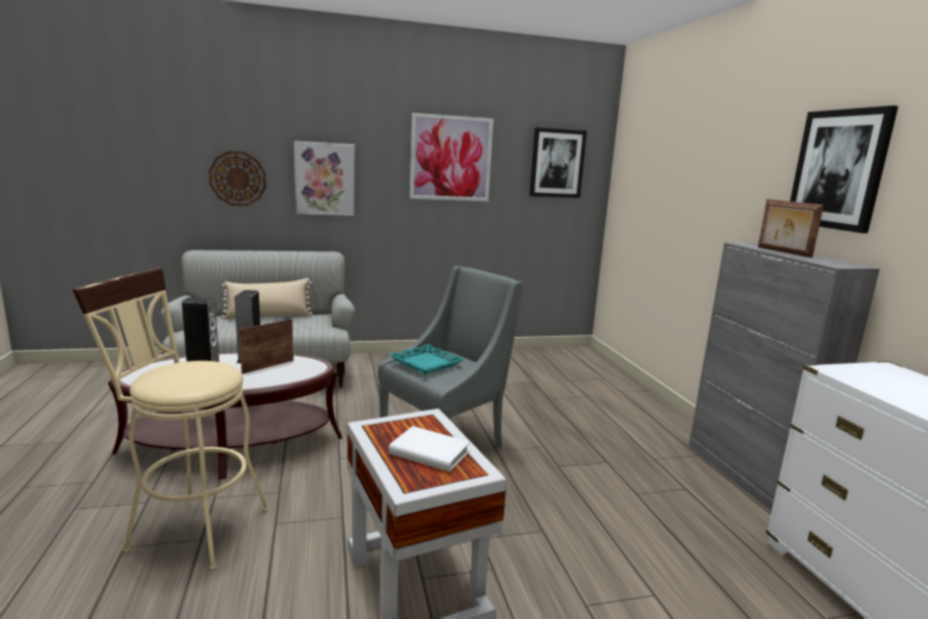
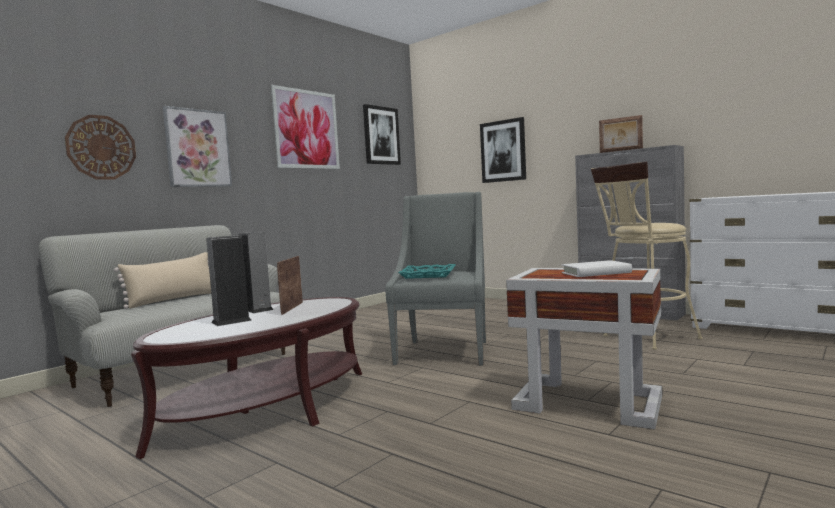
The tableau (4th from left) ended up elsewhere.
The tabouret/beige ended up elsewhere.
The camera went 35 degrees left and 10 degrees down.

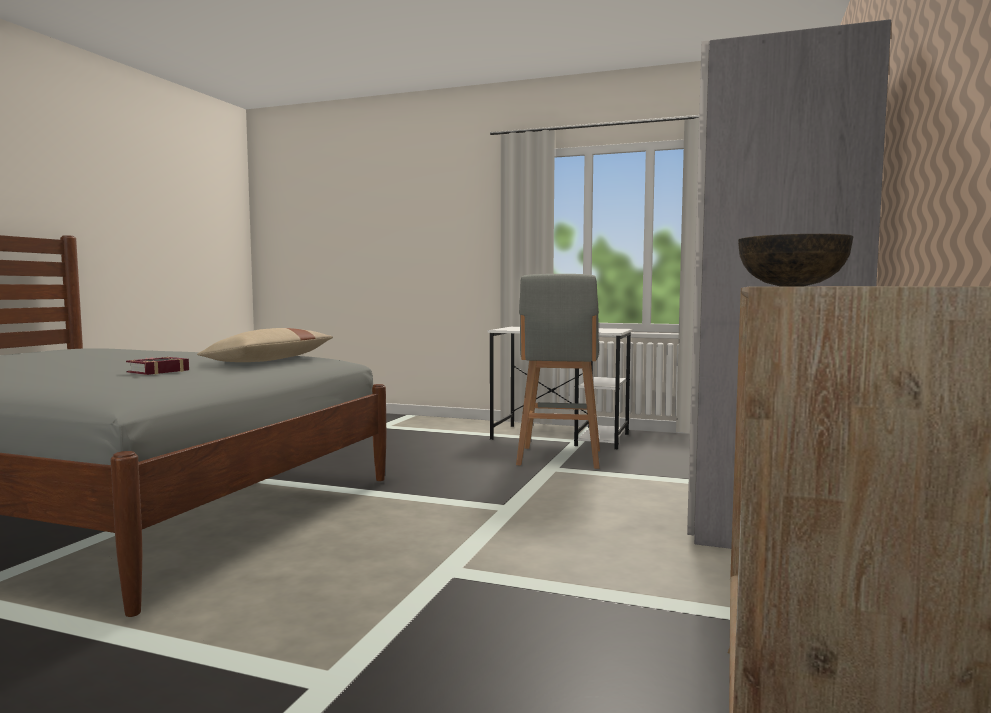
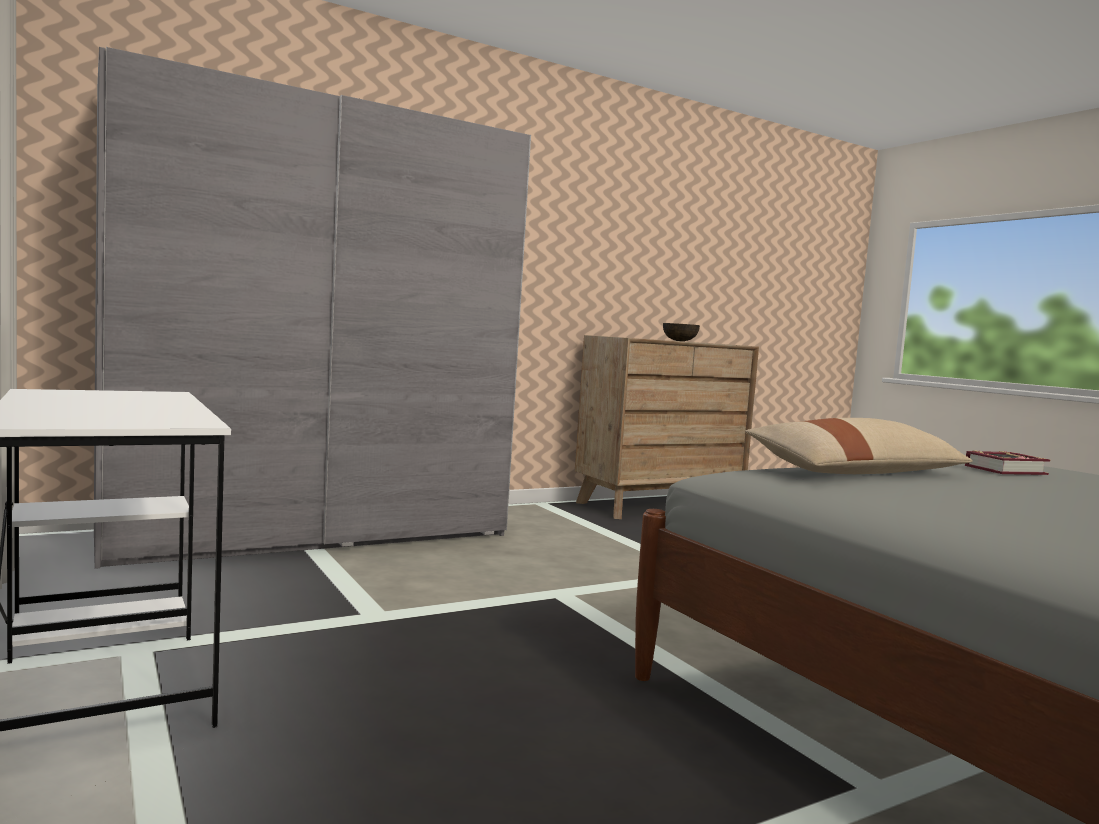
The second view lost the tabouret/gris.
The camera went 140 degrees left and 0 degrees up.

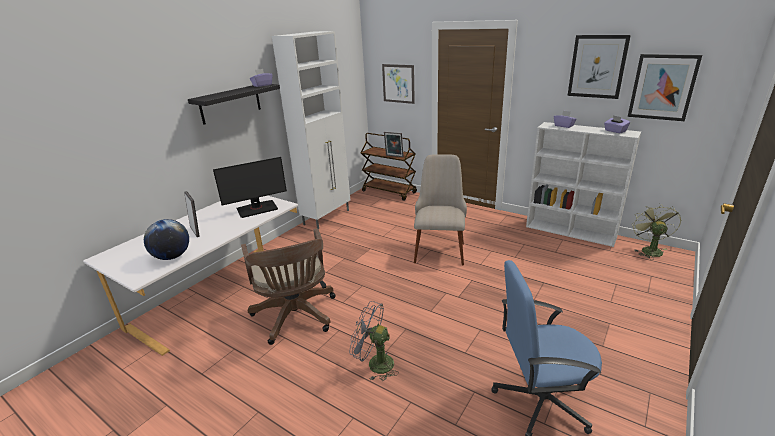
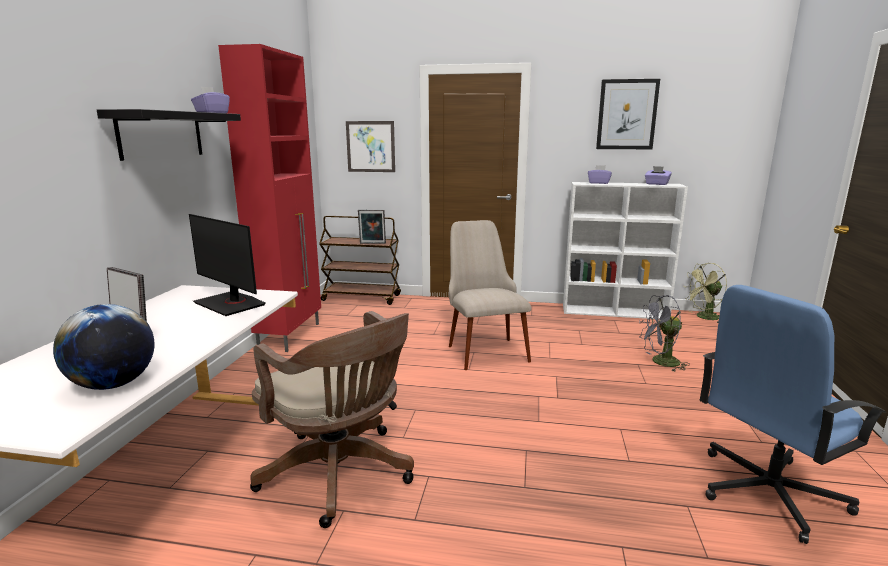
What was the meuble de rangement/blanc turned into the meuble de rangement/rouge.
The second view lost the tableau (3rd from left).
The écran d'ordinateur ended up facing another way, 90 degrees clockwise from before.
The ventilateur/vert ended up facing another way, 90 degrees counterclockwise from before.
The ventilateur/gris ended up elsewhere.
The camera went 25 degrees left and 10 degrees down.

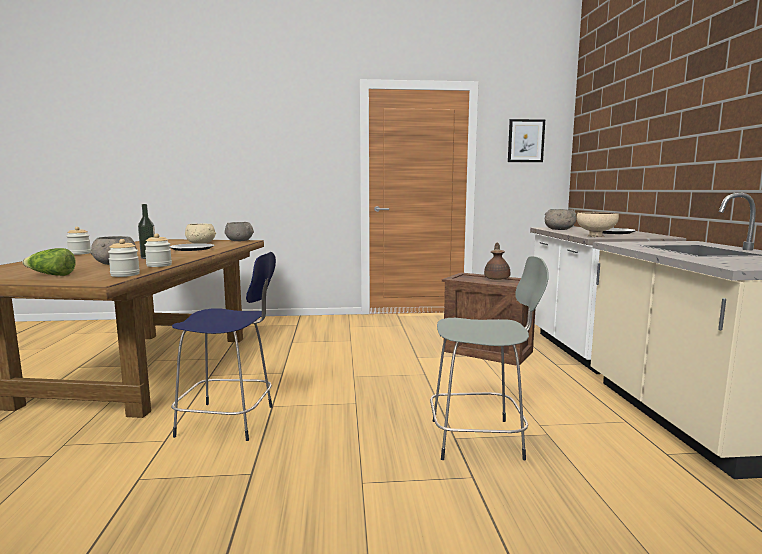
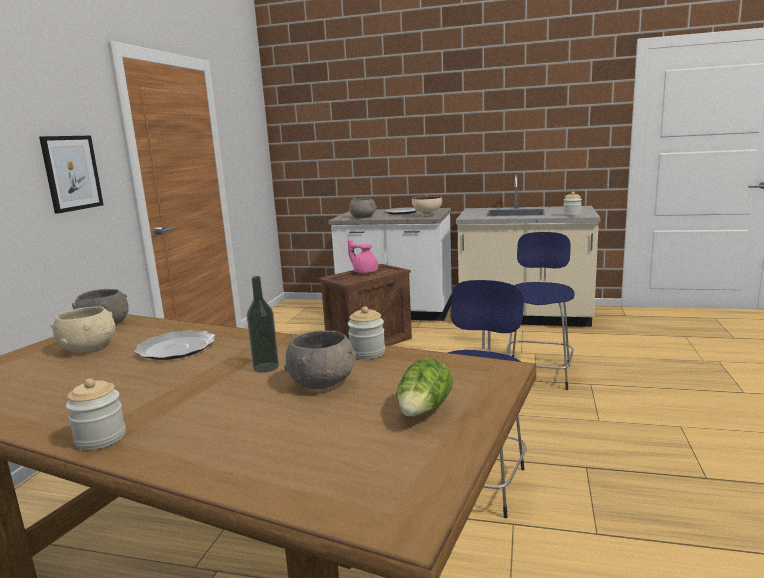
The tableau ended up elsewhere.
The bocal (2nd from left in the first image) ended up elsewhere.
What was the théière/marron turned into the théière/rose.
What was the tabouret/gris turned into the tabouret/bleu (2nd from left).
The camera went 70 degrees left and 5 degrees up.

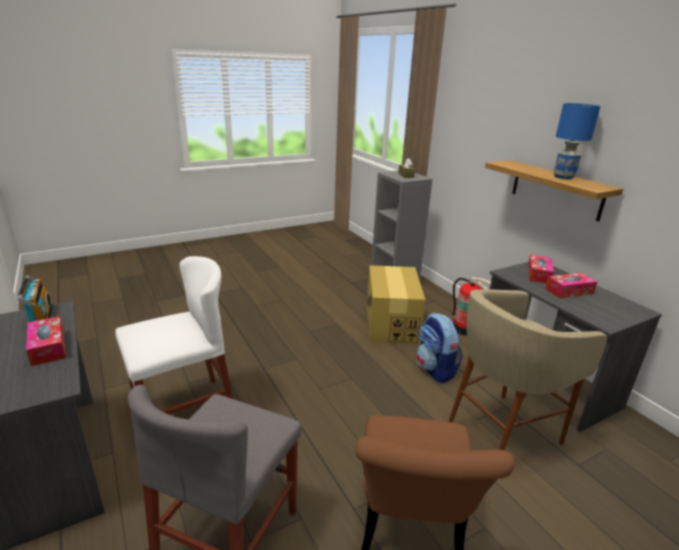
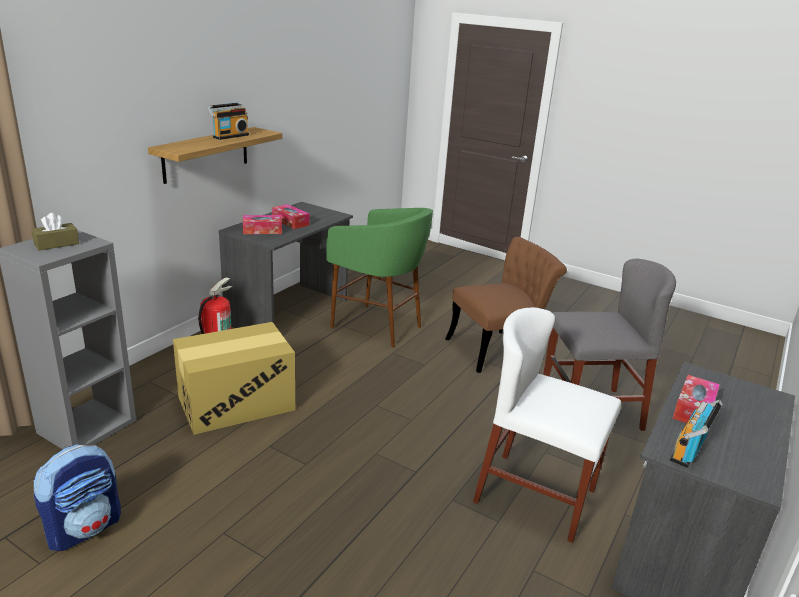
Where the lampe de table/bleu stood, the radio (1st from left) came to stand.
What was the tabouret/beige turned into the tabouret/vert.
The sac à dos ended up elsewhere.
The camera went 120 degrees left and 0 degrees up.

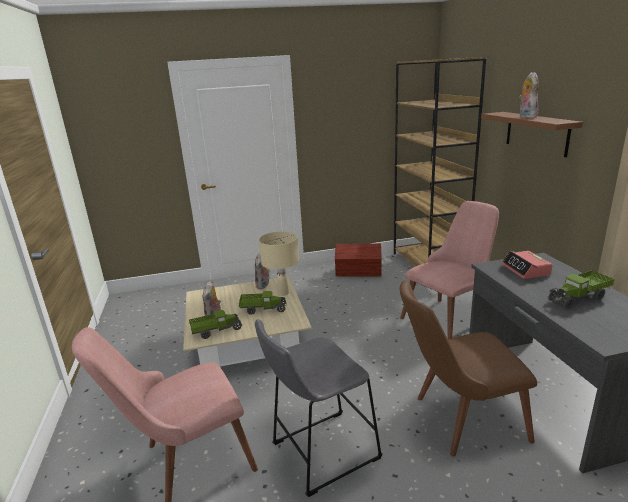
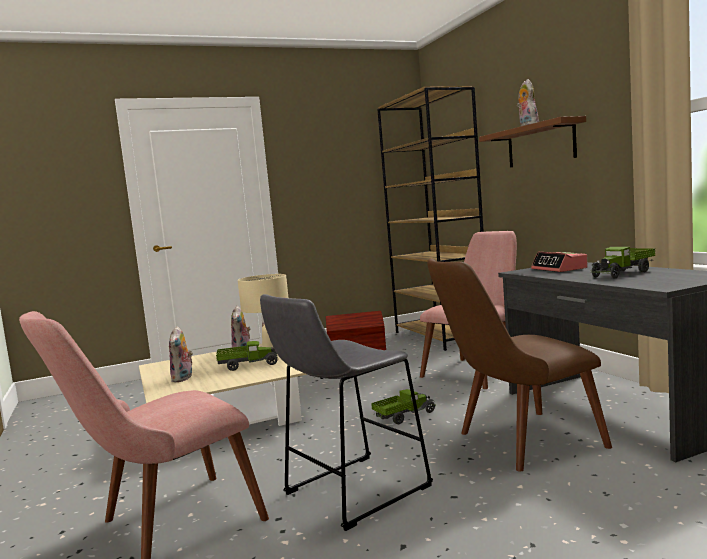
The camion jouet (1st from left in the first image) ended up elsewhere.
The camera went 10 degrees left and 15 degrees down.

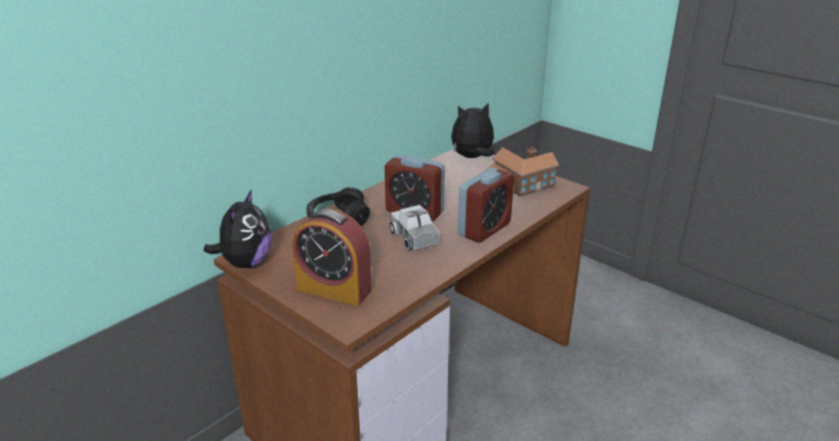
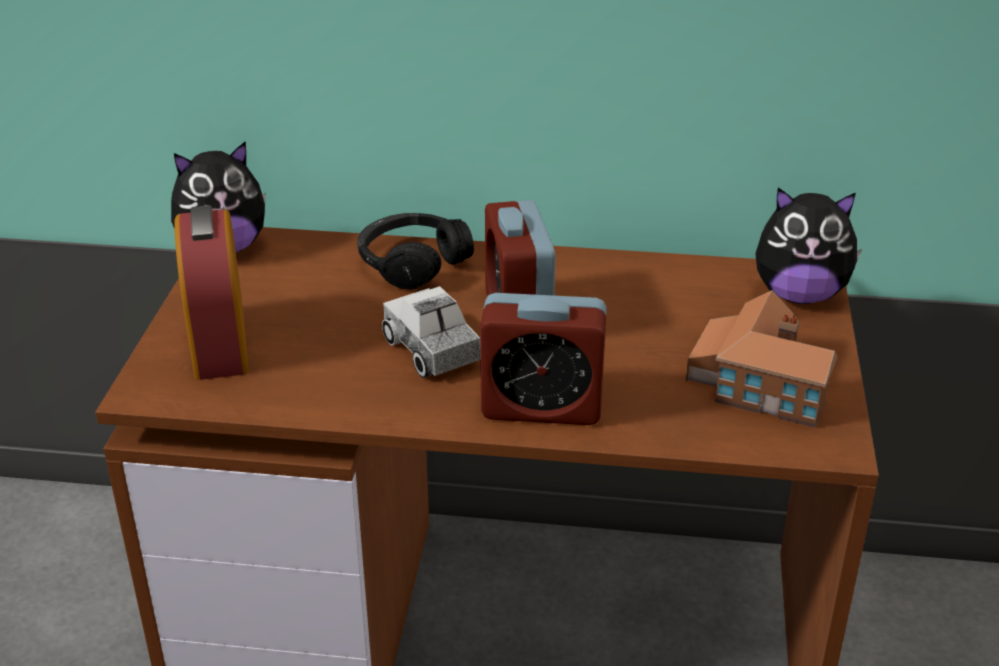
The peluche (2nd from left) ended up facing another way, 150 degrees clockwise from before.
The camion jouet ended up facing another way, 60 degrees counterclockwise from before.
The camera went 55 degrees right and 5 degrees up.

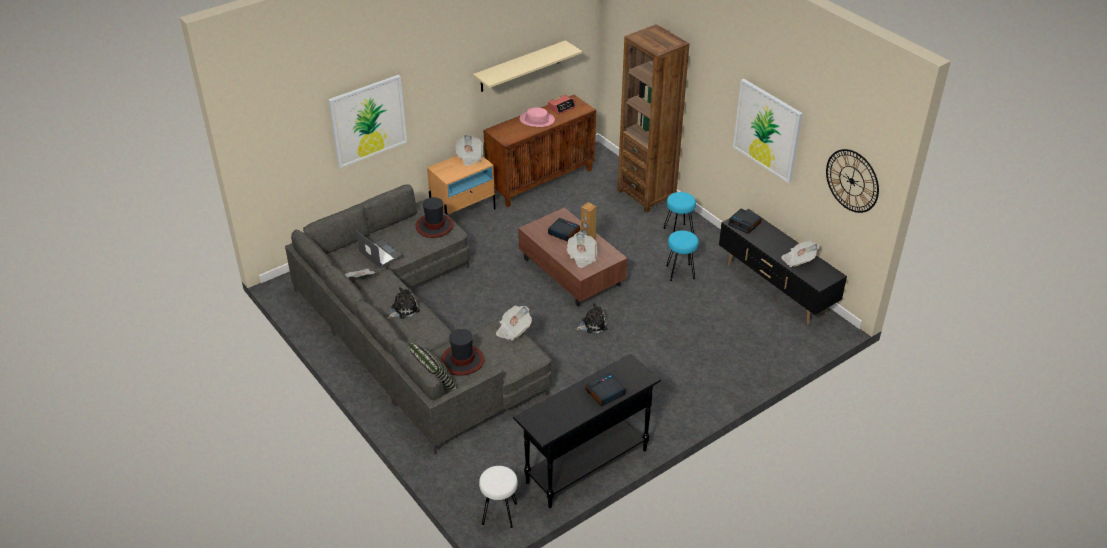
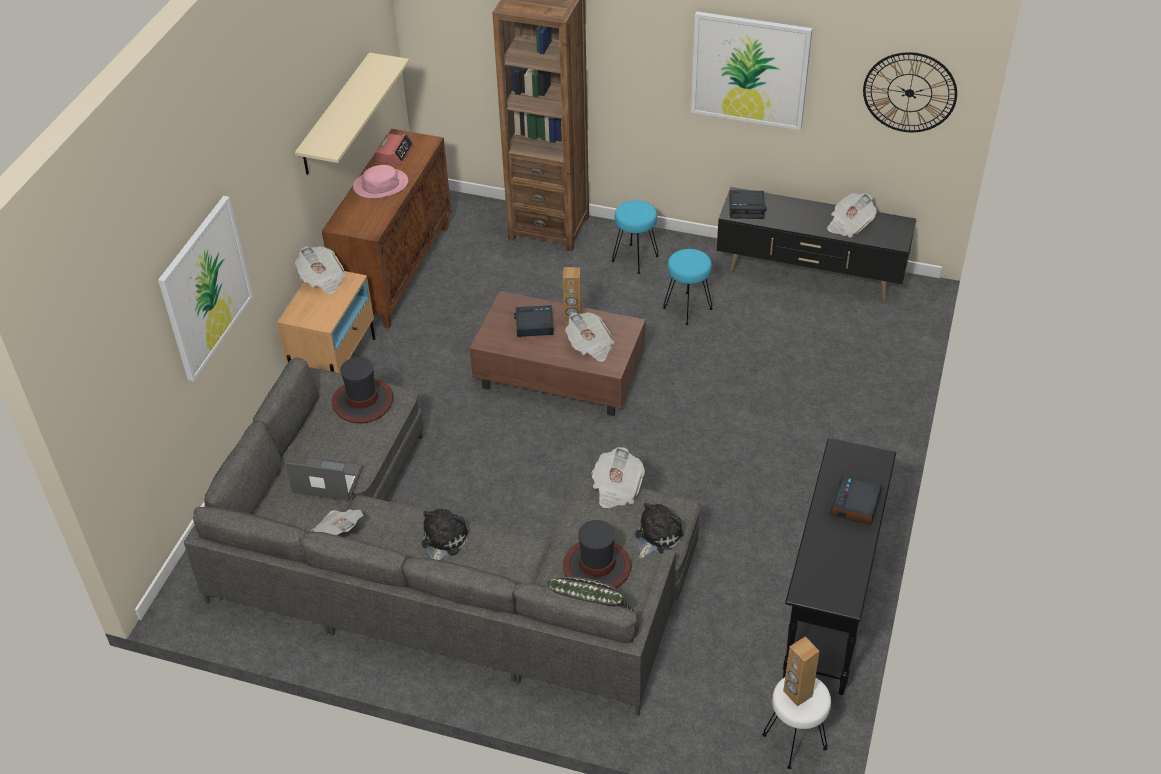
The peluche (2nd from left) ended up elsewhere.
The second view gained the enceinte/marron (2nd from left).
The camera went 35 degrees left and 5 degrees up.

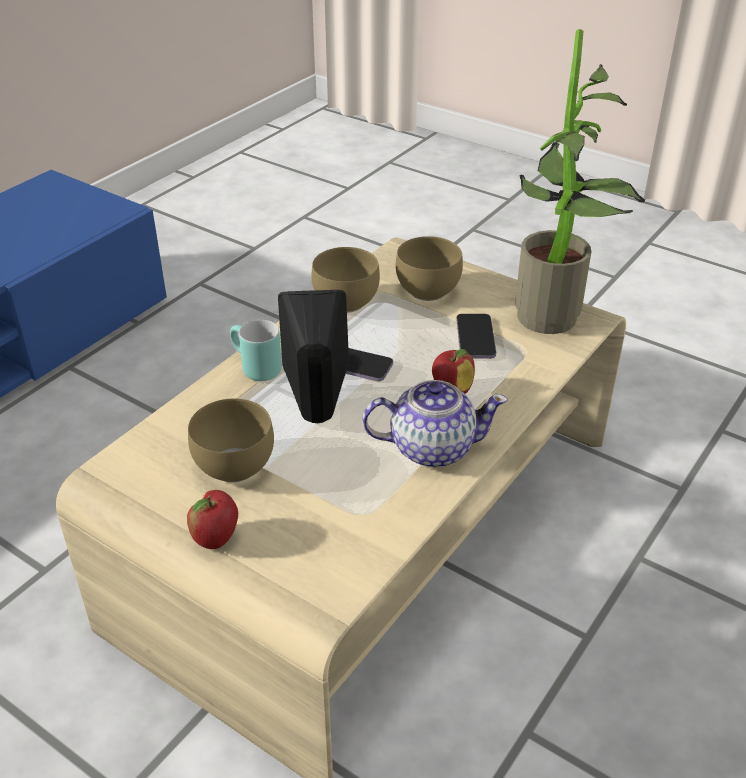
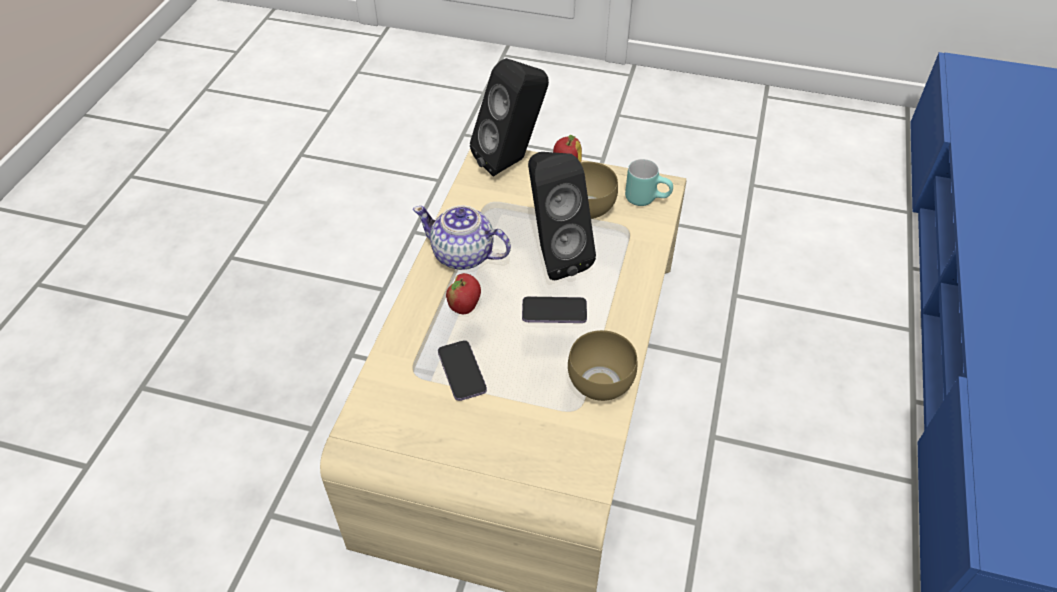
The second view lost the plante en pot.
The second view lost the bol/marron (3rd from left).
The mug/turquoise ended up elsewhere.
The théière ended up facing another way, 45 degrees clockwise from before.
The second view gained the enceinte/noir (1st from left).
The camera went 160 degrees right and 10 degrees up.

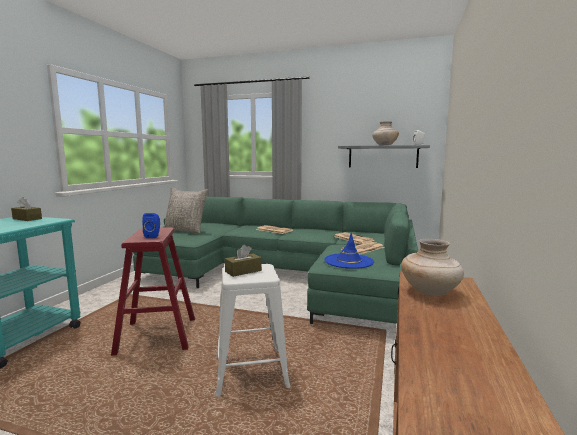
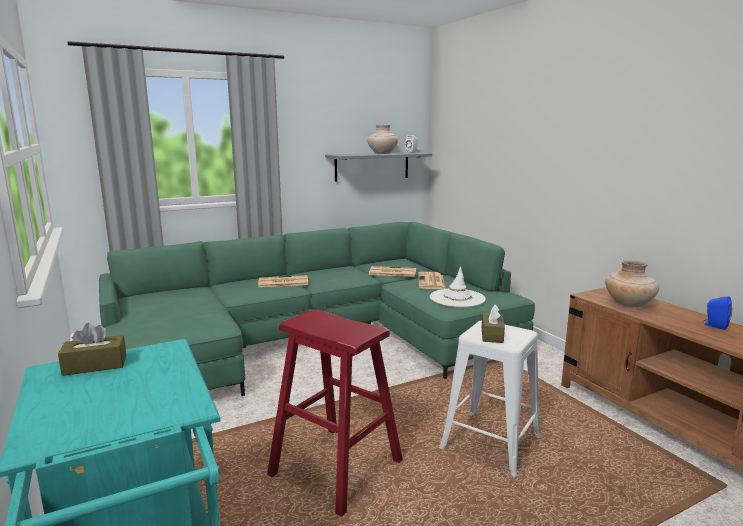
The second view lost the coussin/gris.
The enceinte/bleu ended up elsewhere.
What was the chapeau/bleu turned into the chapeau/blanc.
The camera went 45 degrees left and 5 degrees up.

